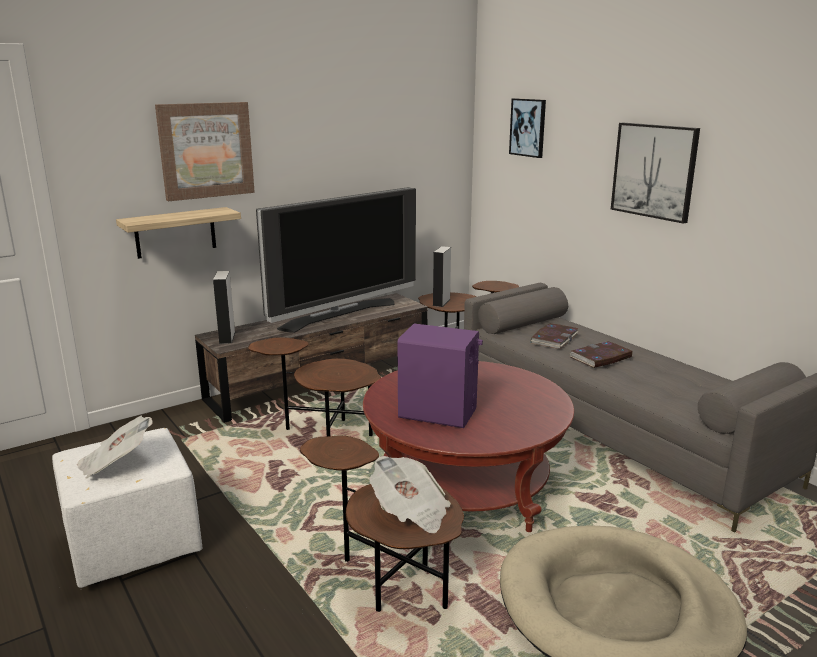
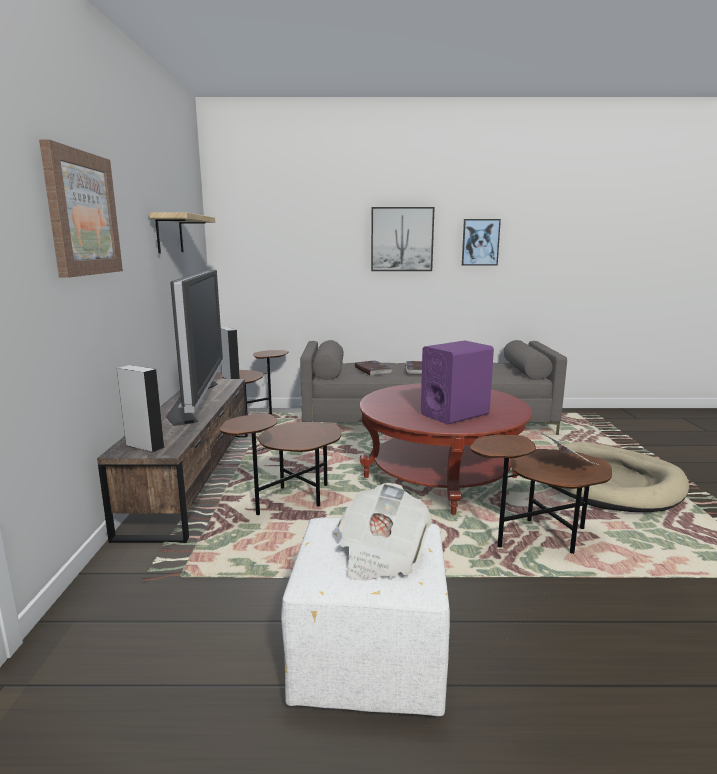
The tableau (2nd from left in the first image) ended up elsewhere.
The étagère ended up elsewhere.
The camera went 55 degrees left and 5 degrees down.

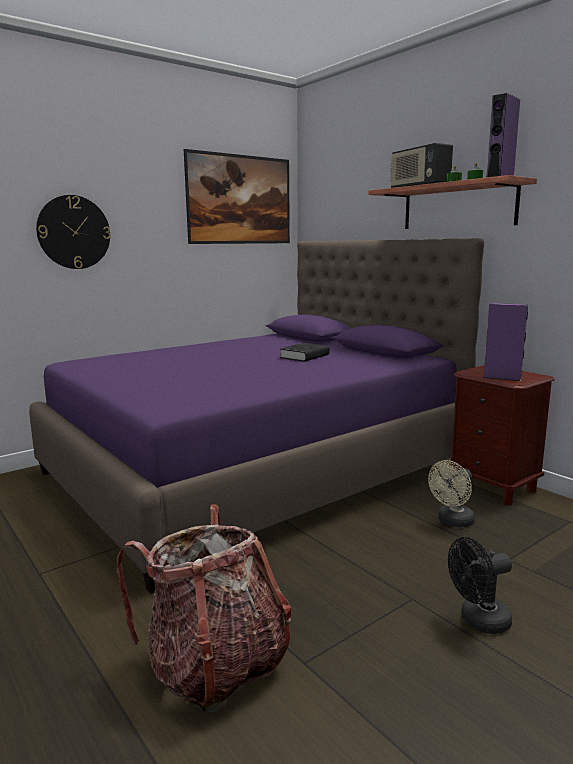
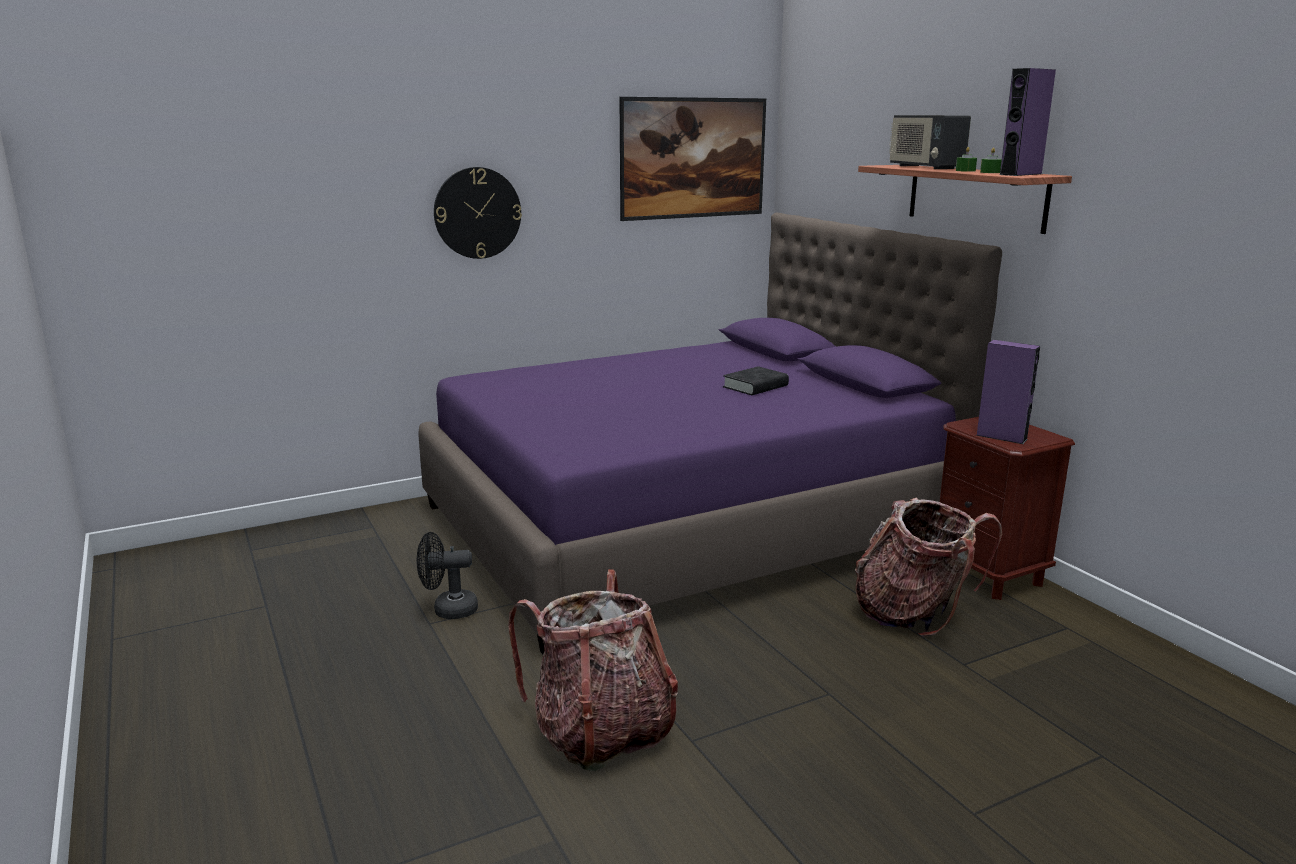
Where the ventilateur/beige stood, the sac à dos (2nd from left) came to stand.
The ventilateur/noir ended up elsewhere.
The camera went 10 degrees right and 5 degrees up.

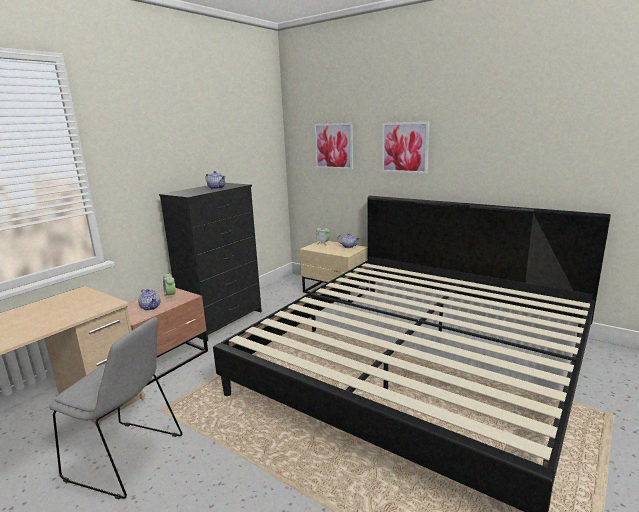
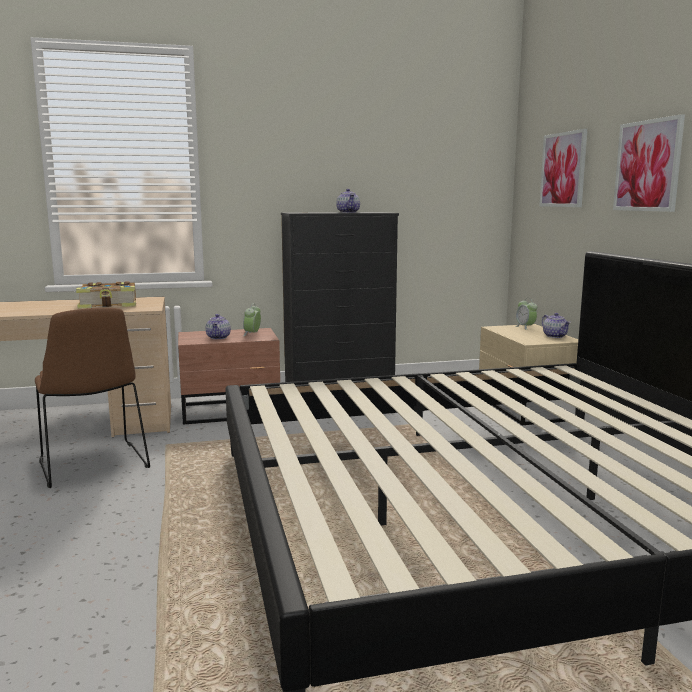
What was the chaise/gris turned into the chaise/marron.
The second view gained the livre.
The camera went 40 degrees right and 5 degrees down.

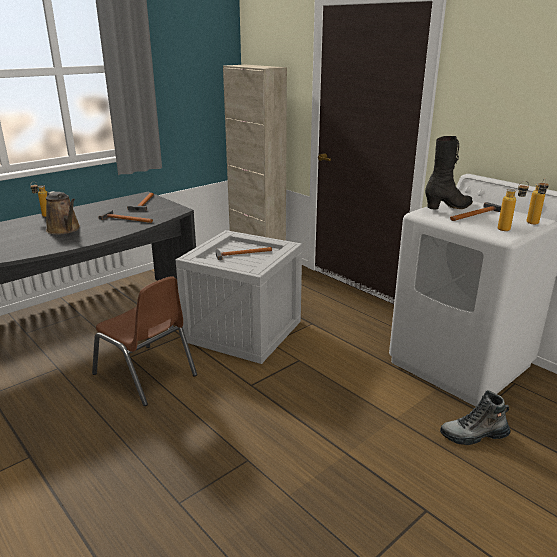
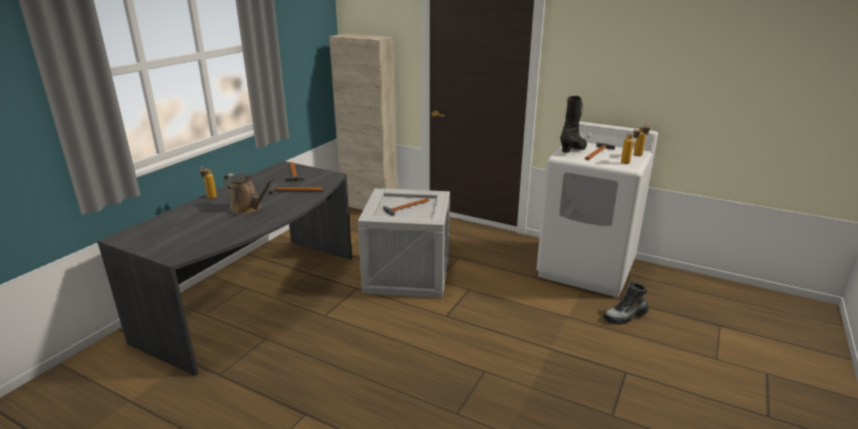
The second view lost the chaise/marron.
The camera went 20 degrees left and 0 degrees up.

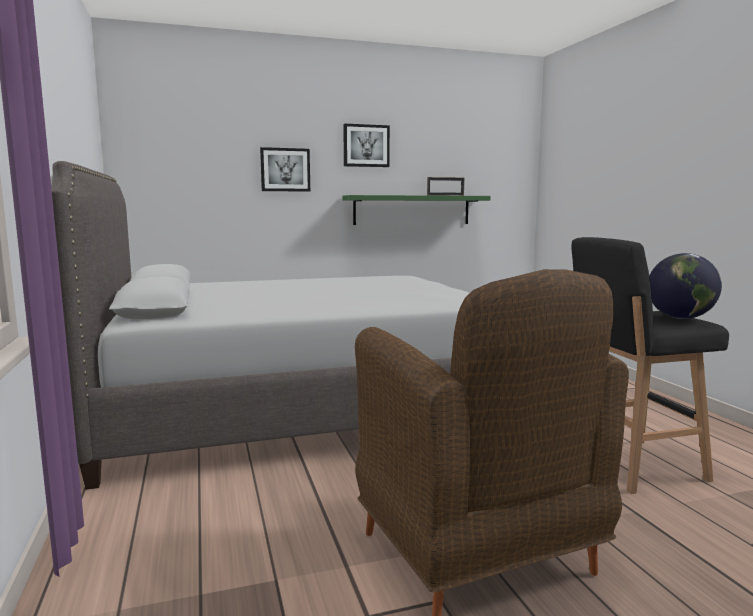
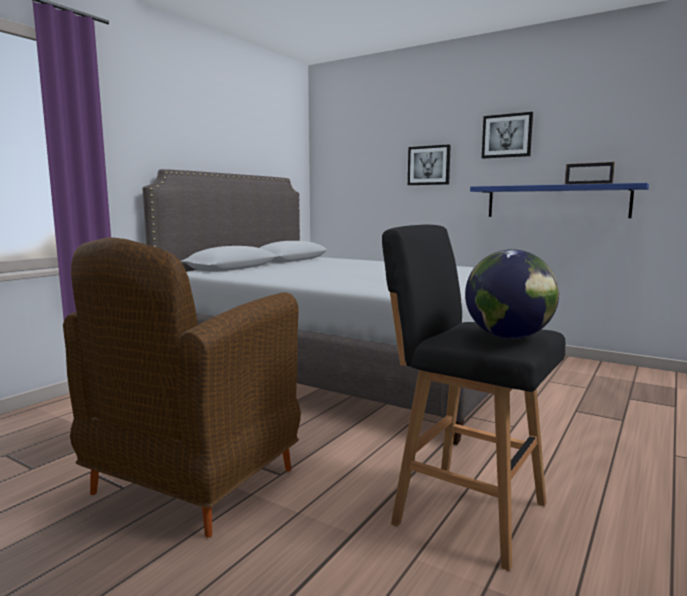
What was the étagère/vert turned into the étagère/bleu.
The camera went 50 degrees right and 0 degrees up.

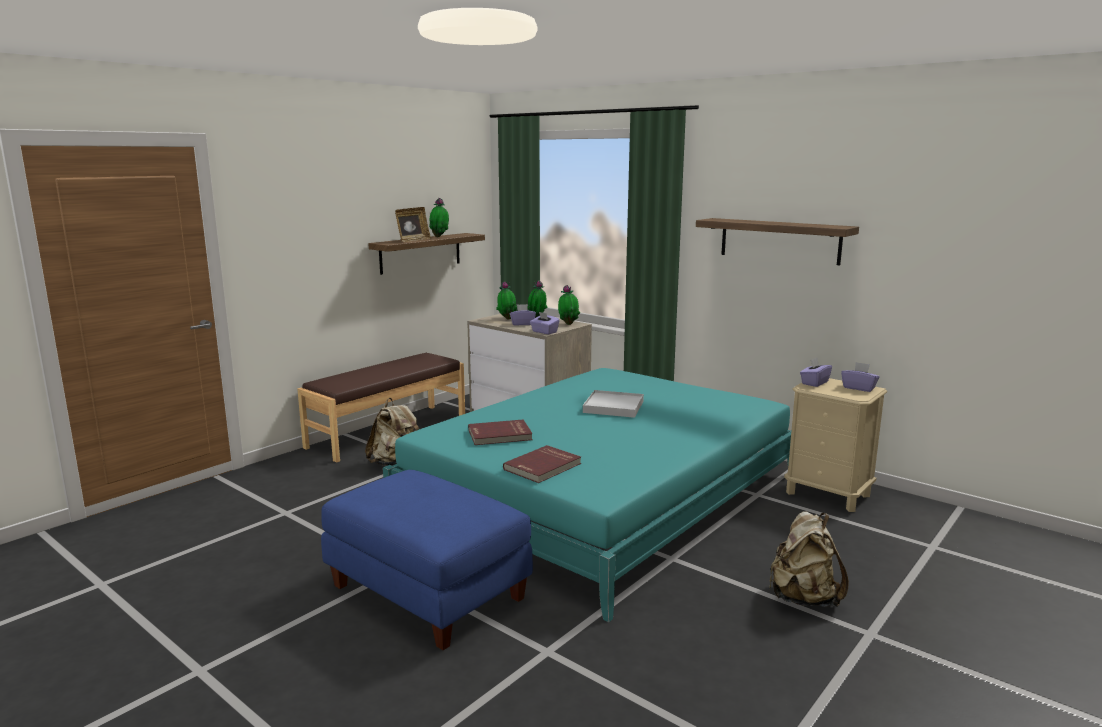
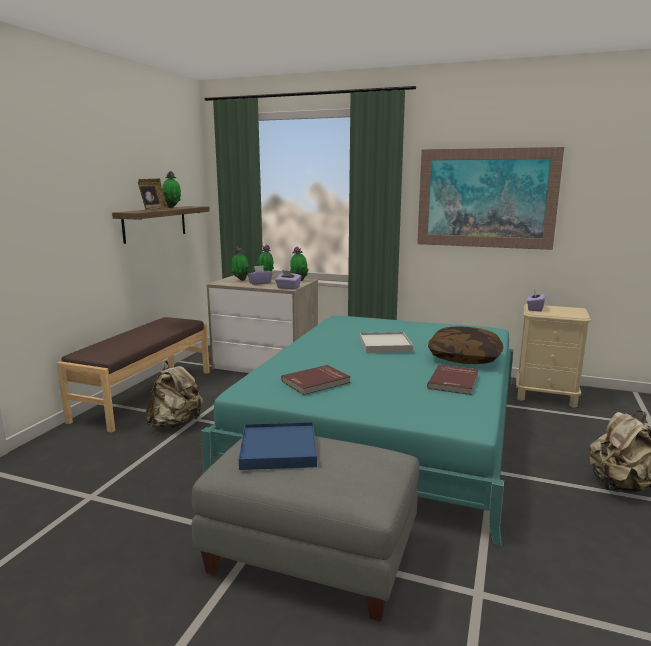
Where the étagère (2nd from left) hung, the tableau came to hang.
The second view lost the boîte à mouchoirs/violet (4th from left).
The livre/rouge (2nd from left) ended up elsewhere.
What was the pouf/bleu turned into the pouf/gris.
The second view gained the coussin.
The second view gained the plateau/bleu.
The camera went 20 degrees left and 0 degrees up.

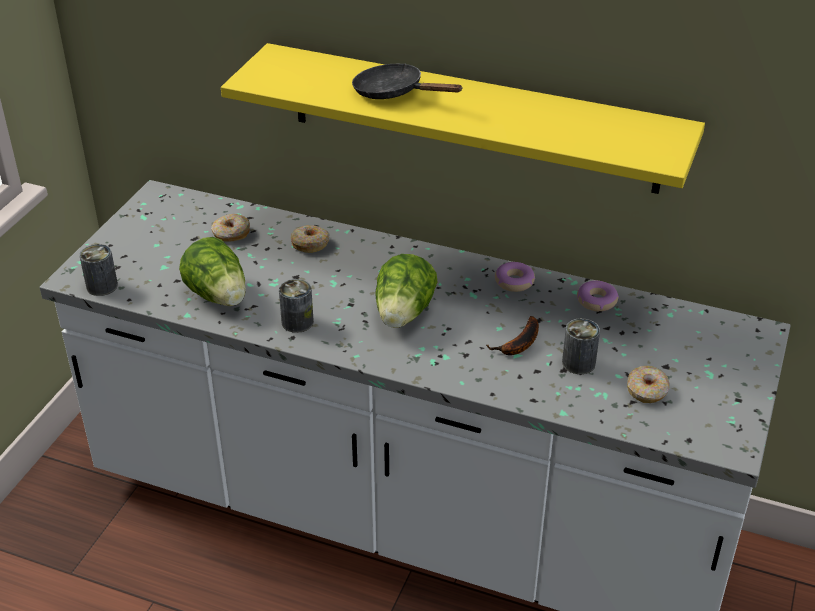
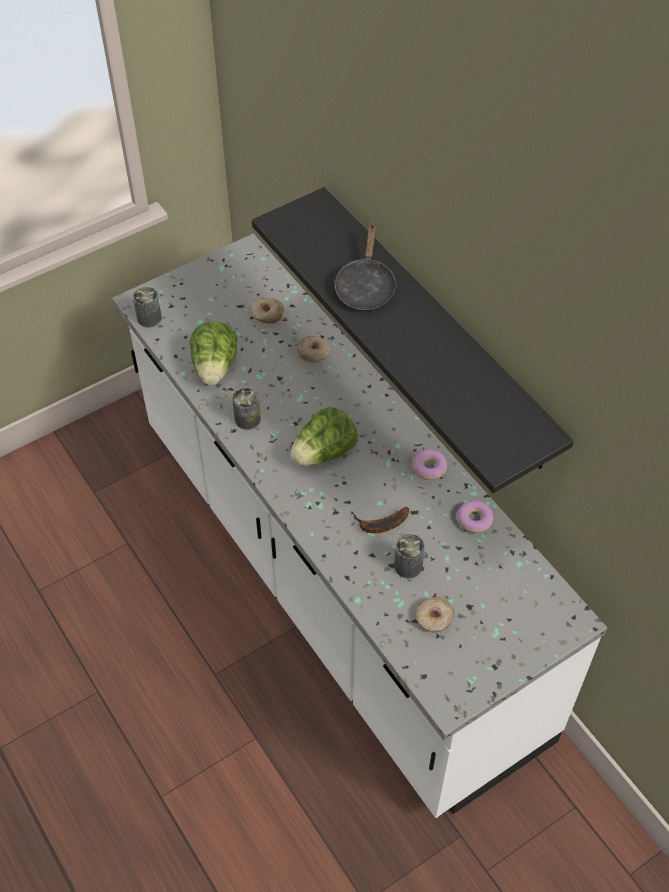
What was the étagère/jaune turned into the étagère/noir.
The poêle/noir ended up facing another way, 150 degrees counterclockwise from before.
The camera went 35 degrees right and 15 degrees up.

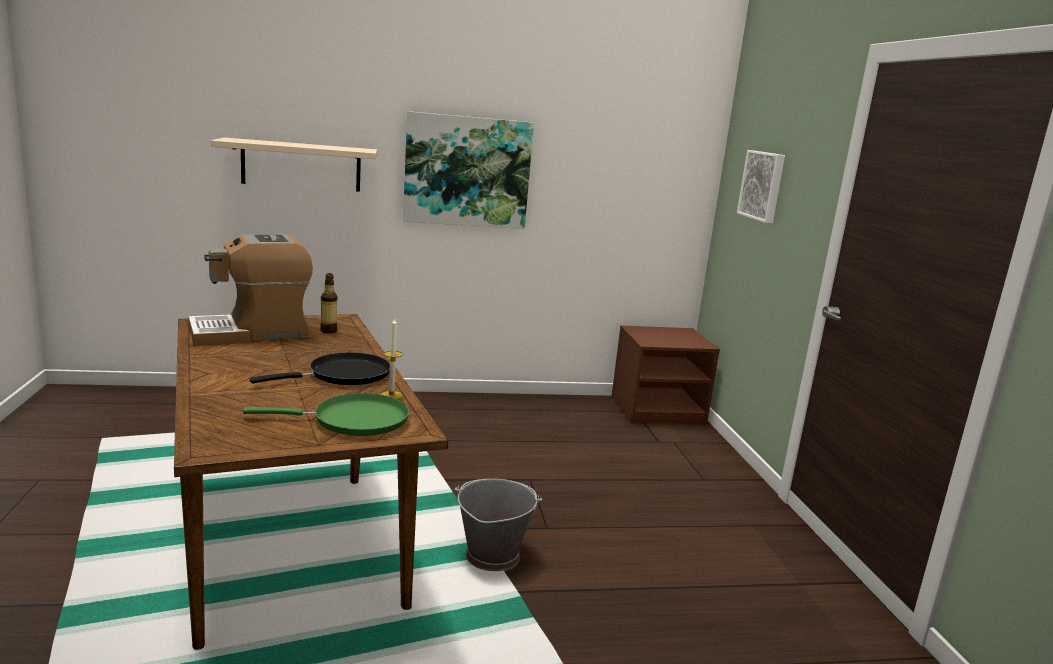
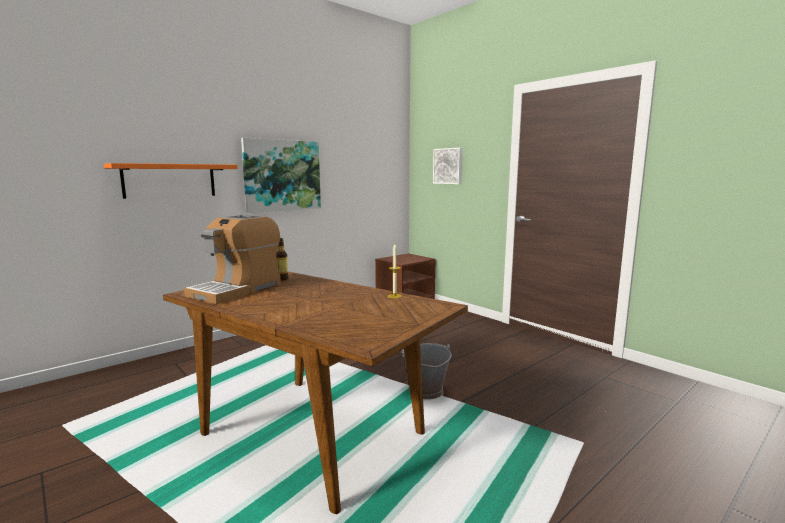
What was the étagère/beige turned into the étagère/orange.
The second view lost the poêle/noir.
The second view lost the poêle/vert.
The camera went 30 degrees left and 5 degrees down.

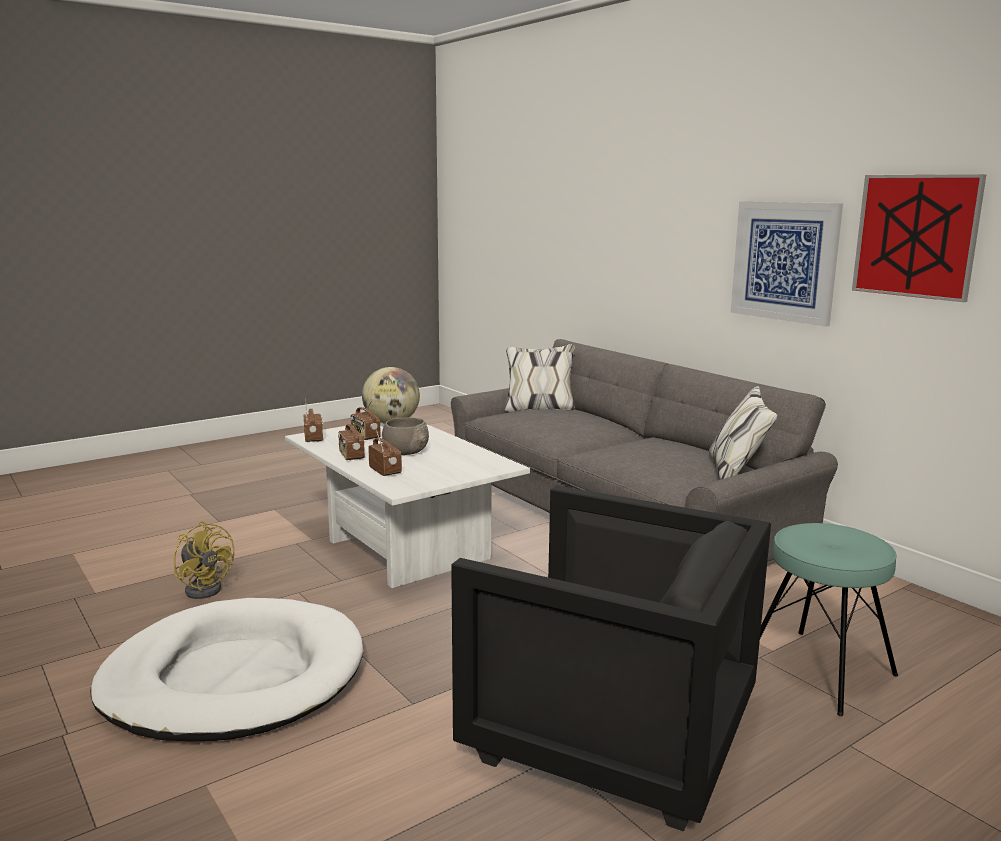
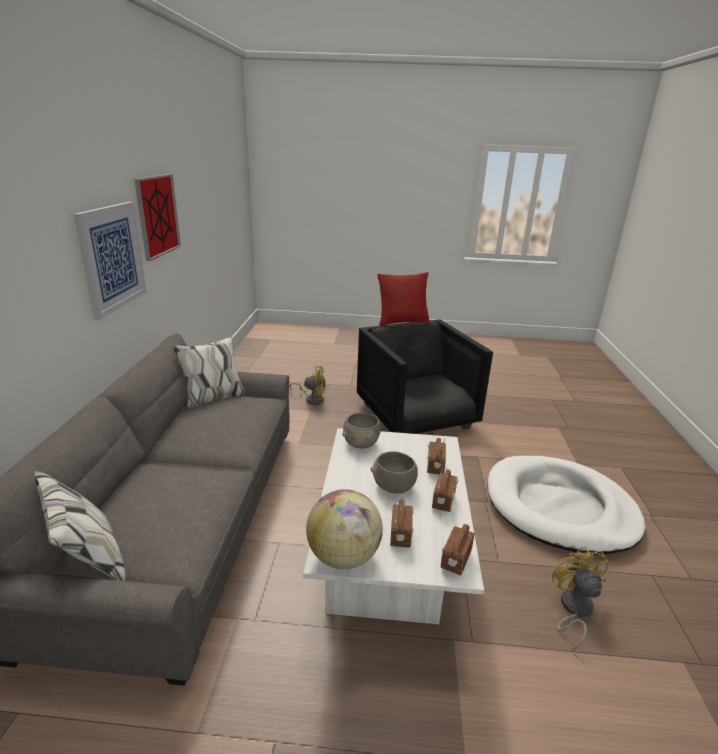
Where the tabouret/turquoise stood, the ventilateur/jaune (1st from left) came to stand.
The second view gained the coussin/rouge.
The second view gained the bol/gris (1st from left).
The camera went 140 degrees left and 10 degrees up.

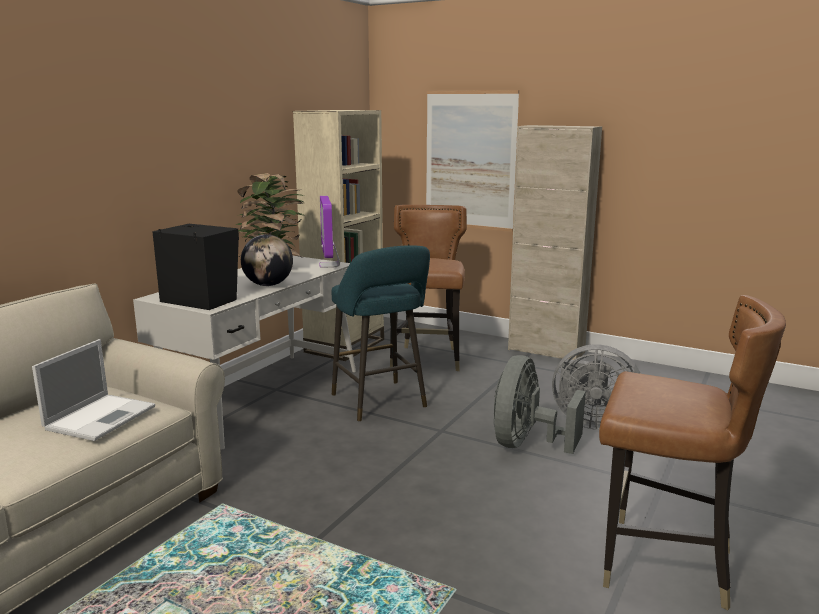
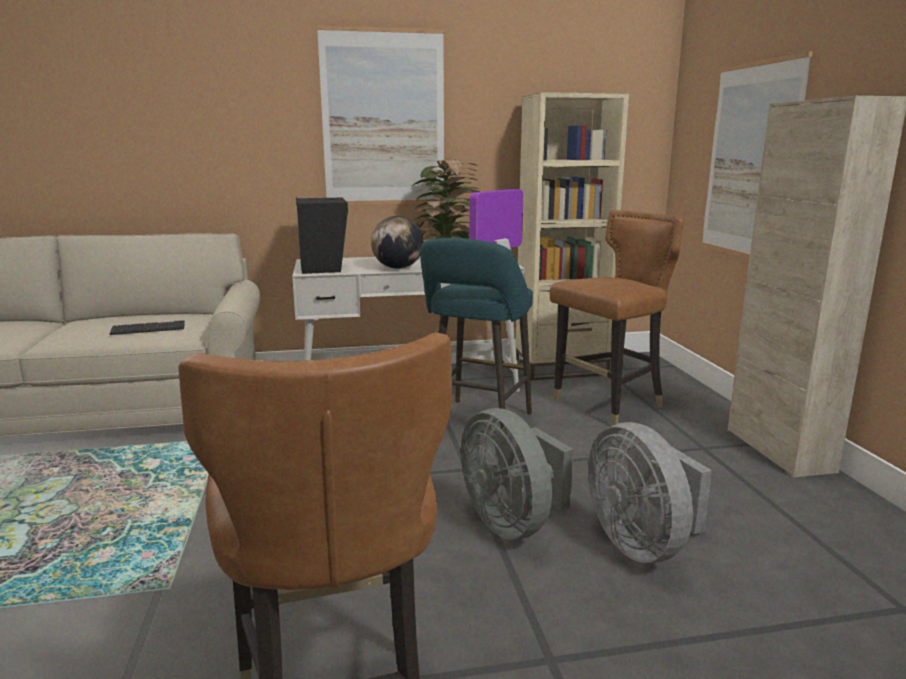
Where the ordinateur portable stood, the clavier came to stand.
The ventilateur/gris (1st from left) ended up facing another way, 105 degrees counterclockwise from before.
The second view gained the tableau (1st from left).
The camera went 50 degrees right and 0 degrees up.

